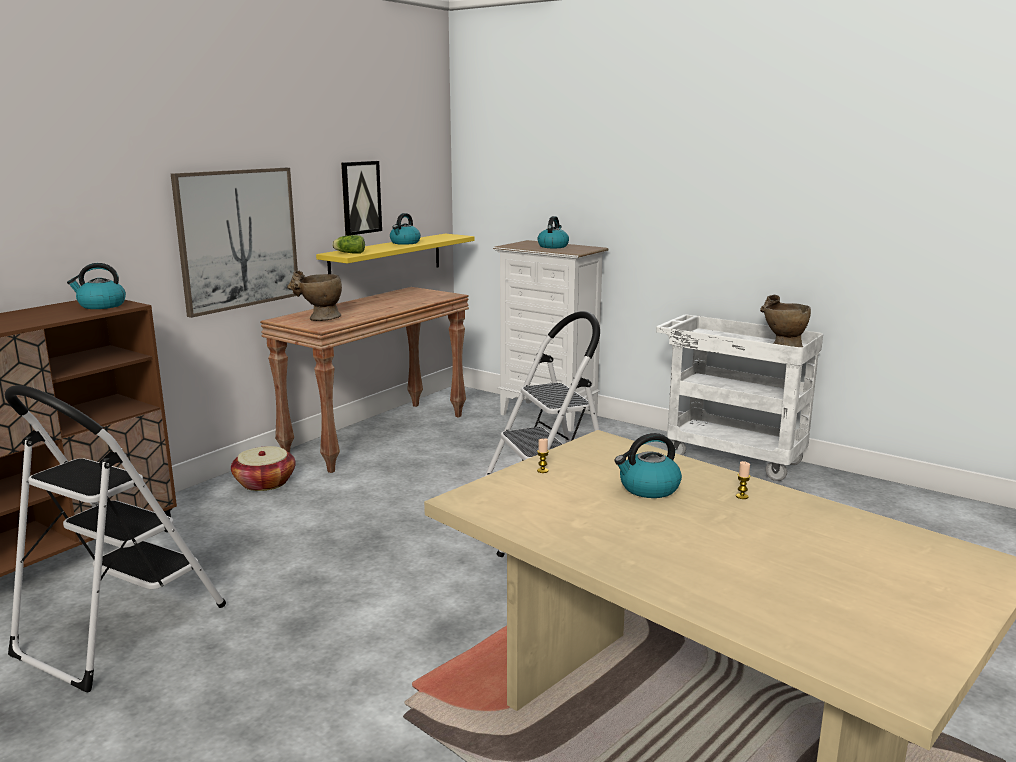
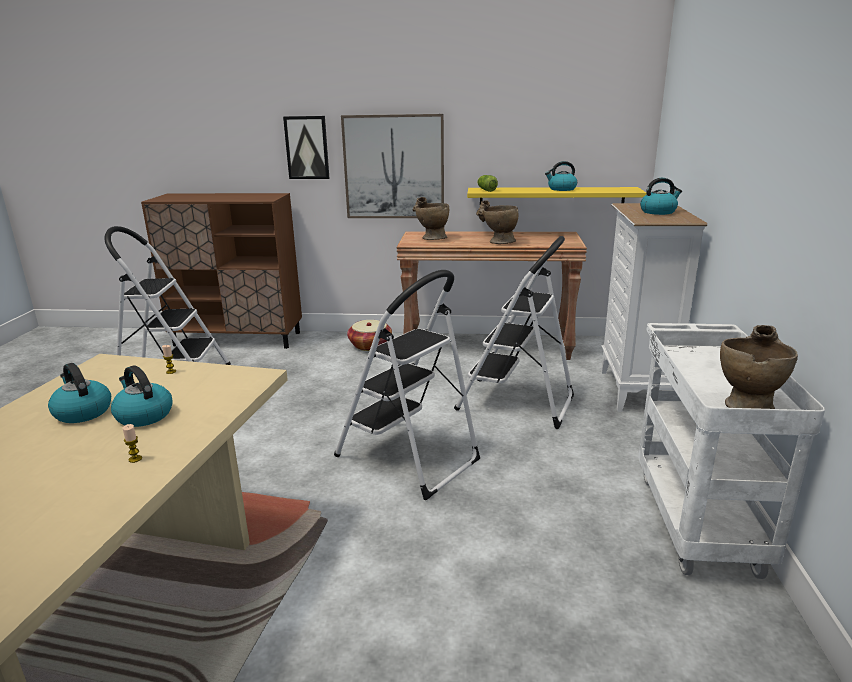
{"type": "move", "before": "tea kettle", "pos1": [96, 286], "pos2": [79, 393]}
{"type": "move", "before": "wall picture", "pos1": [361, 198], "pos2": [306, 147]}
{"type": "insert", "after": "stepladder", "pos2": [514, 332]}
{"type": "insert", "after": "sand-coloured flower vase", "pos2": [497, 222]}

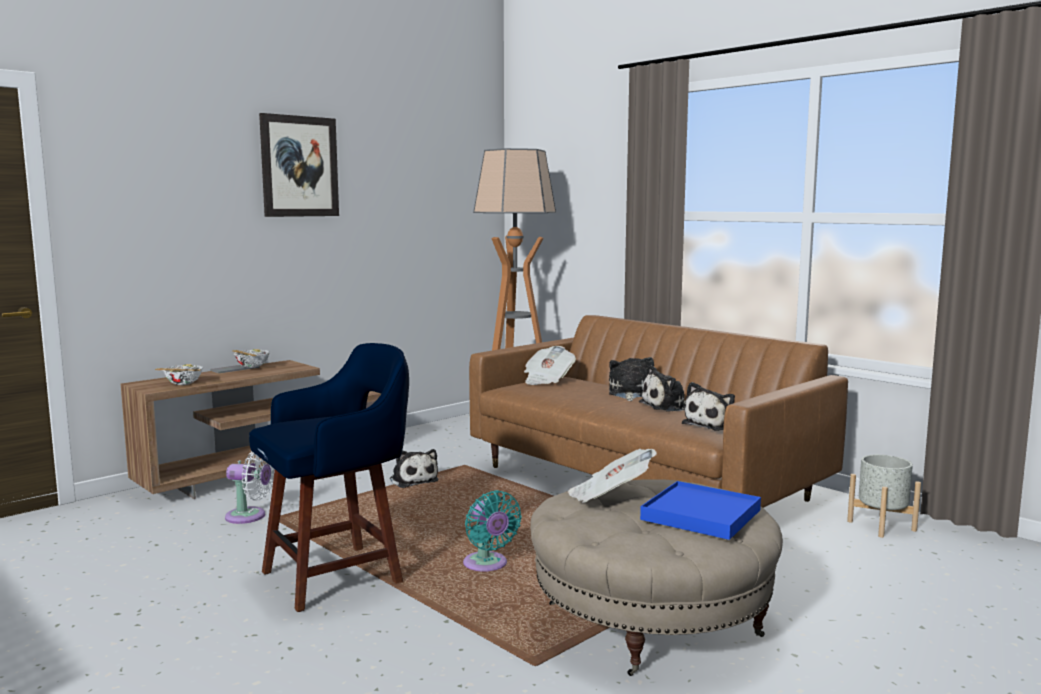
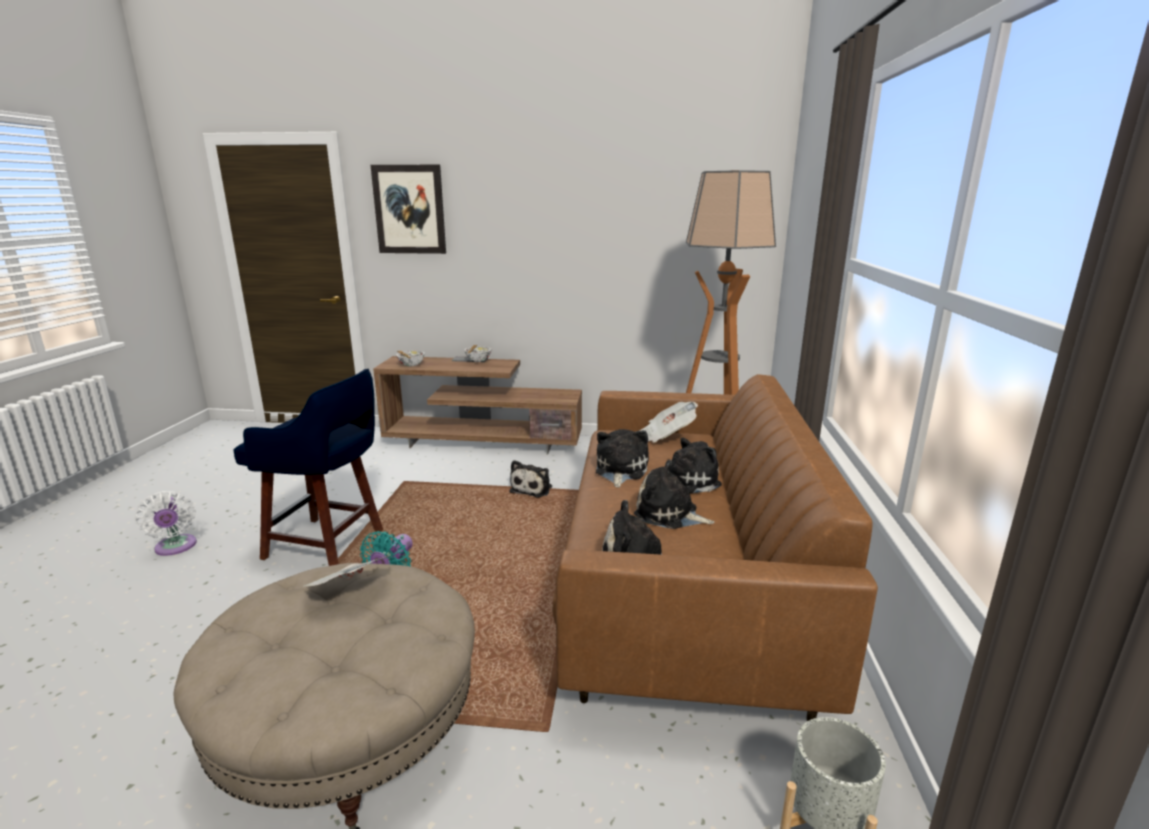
{"type": "move", "before": "white fan", "pos1": [250, 488], "pos2": [166, 523]}
{"type": "move", "before": "wall picture", "pos1": [299, 165], "pos2": [408, 209]}
{"type": "delete", "before": "blue-coloured carrying tray", "pos1": [700, 510]}
{"type": "insert", "after": "cuddly toy", "pos2": [622, 458]}

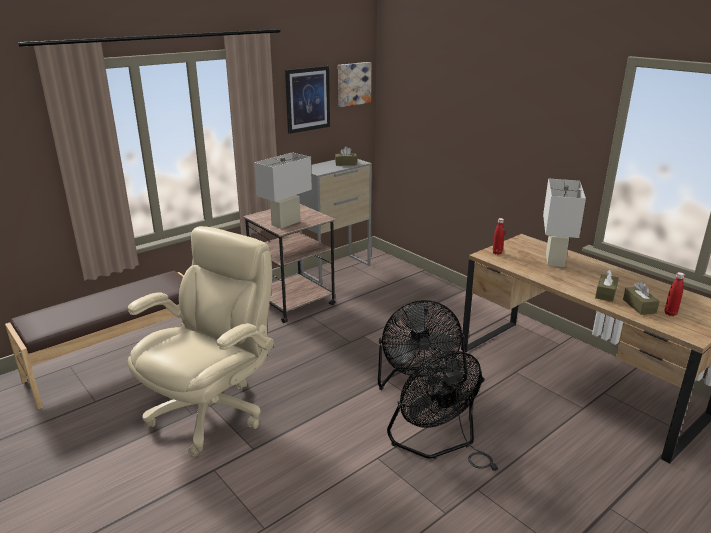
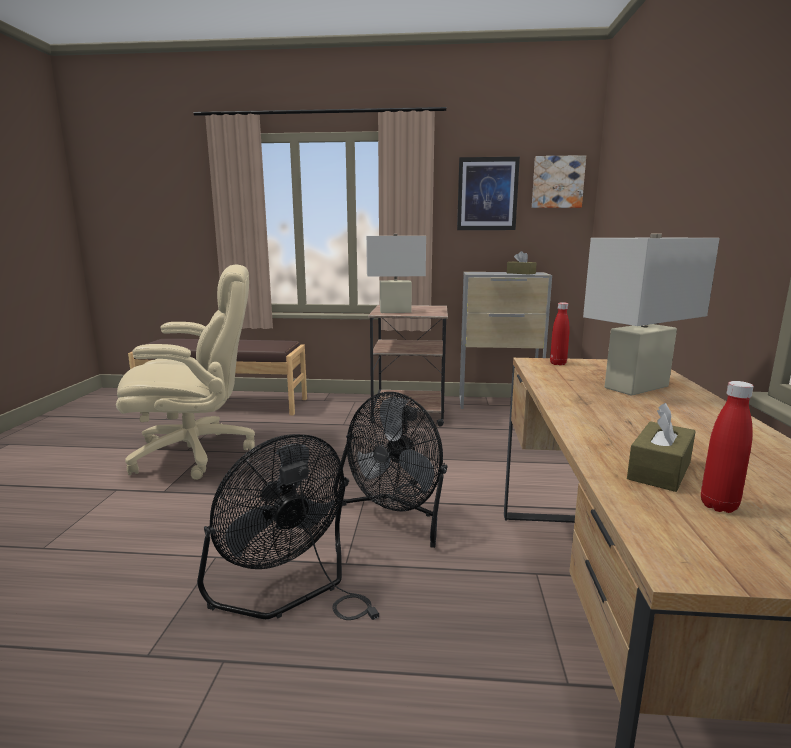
{"type": "rotate", "before": "black fan", "pos1": [442, 411], "pos2": [288, 527], "turn": -60}
{"type": "delete", "before": "brownish tissue holder", "pos1": [607, 285]}

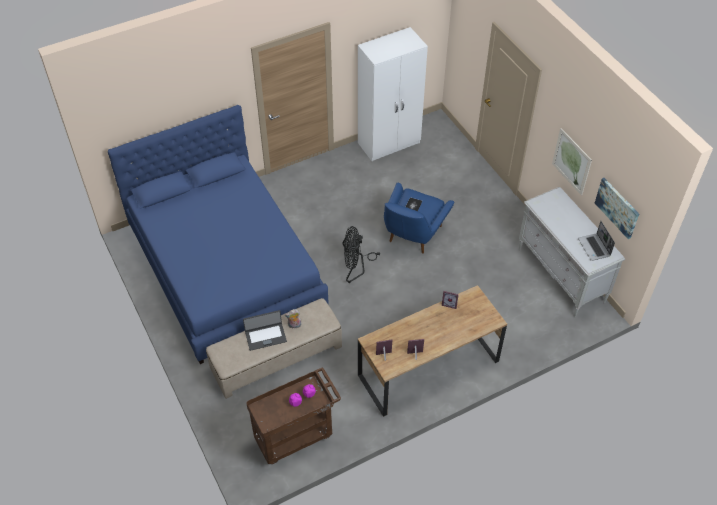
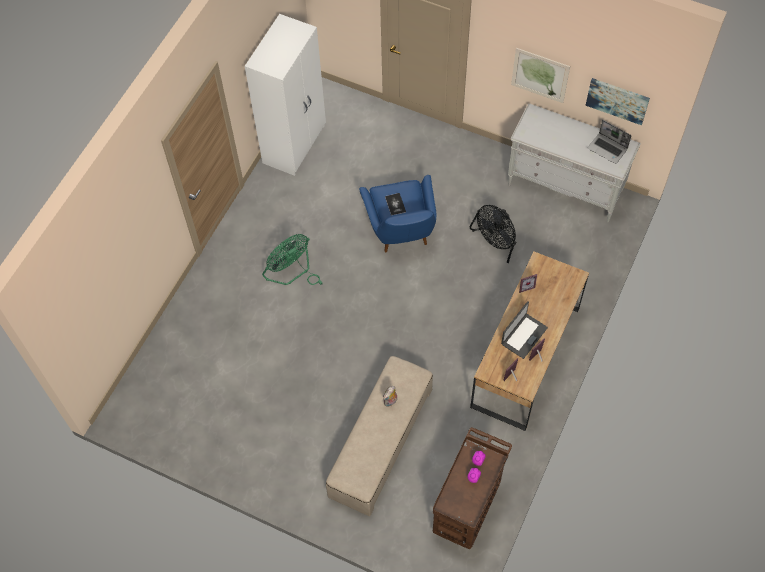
{"type": "delete", "before": "blue-coloured bedroom bed", "pos1": [218, 234]}
{"type": "move", "before": "portable computer", "pos1": [265, 330], "pos2": [524, 330]}
{"type": "move", "before": "black fan", "pos1": [361, 254], "pos2": [493, 234]}
{"type": "insert", "after": "green-coloured fan", "pos2": [292, 259]}

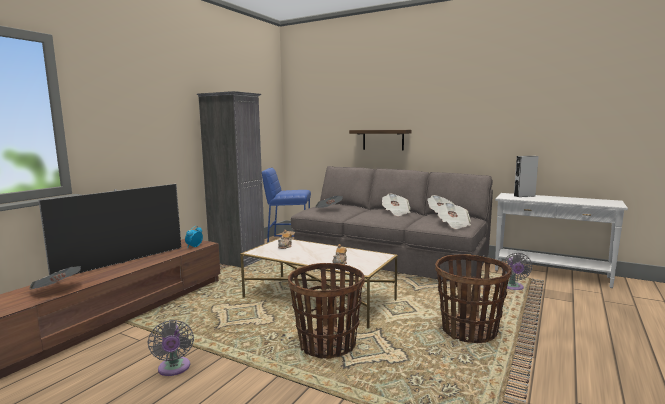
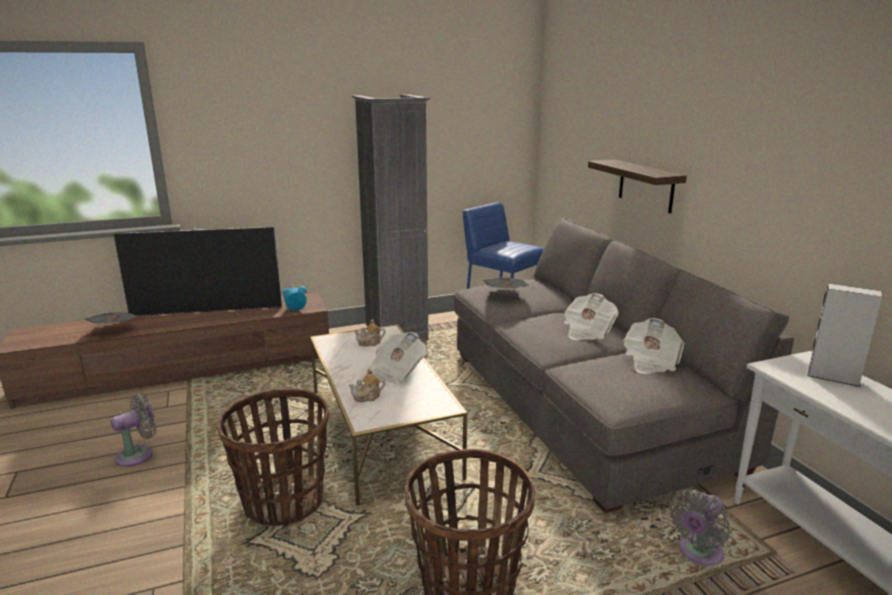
{"type": "rotate", "before": "greyish fan", "pos1": [171, 348], "pos2": [134, 430], "turn": -150}
{"type": "move", "before": "newspaper", "pos1": [454, 216], "pos2": [399, 357]}

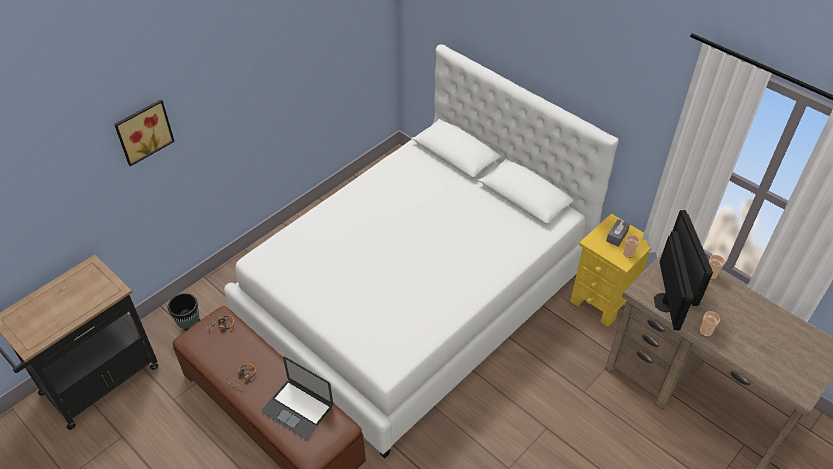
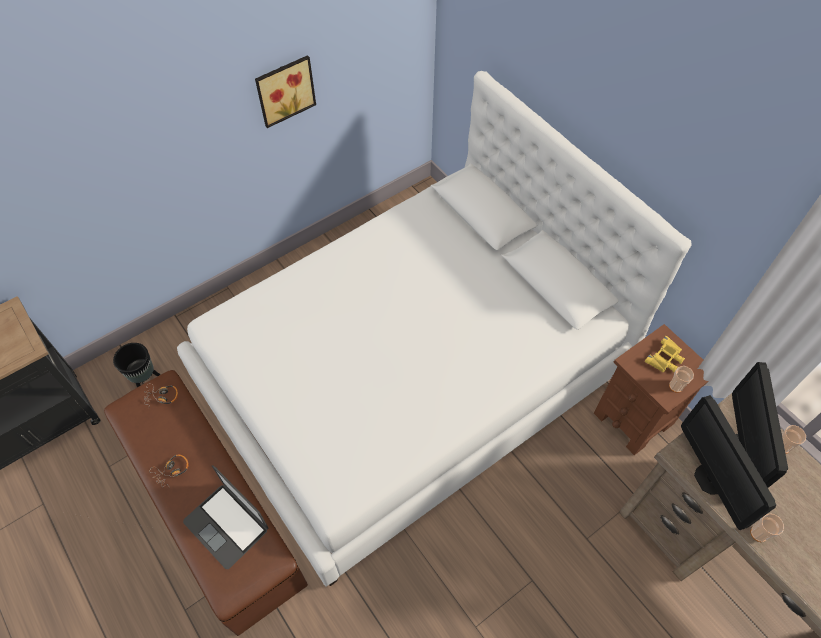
{"type": "move", "before": "wall picture", "pos1": [144, 132], "pos2": [285, 91]}
{"type": "recolor", "before": "yellow-coloured night table", "after": "brownish night table", "pos1": [611, 270], "pos2": [651, 389]}
{"type": "replace", "before": "greyish tissue holder", "after": "yellow-coloured field glasses", "pos1": [618, 233], "pos2": [665, 354]}
{"type": "rotate", "before": "computer screen", "pos1": [673, 280], "pos2": [728, 462], "turn": 150}

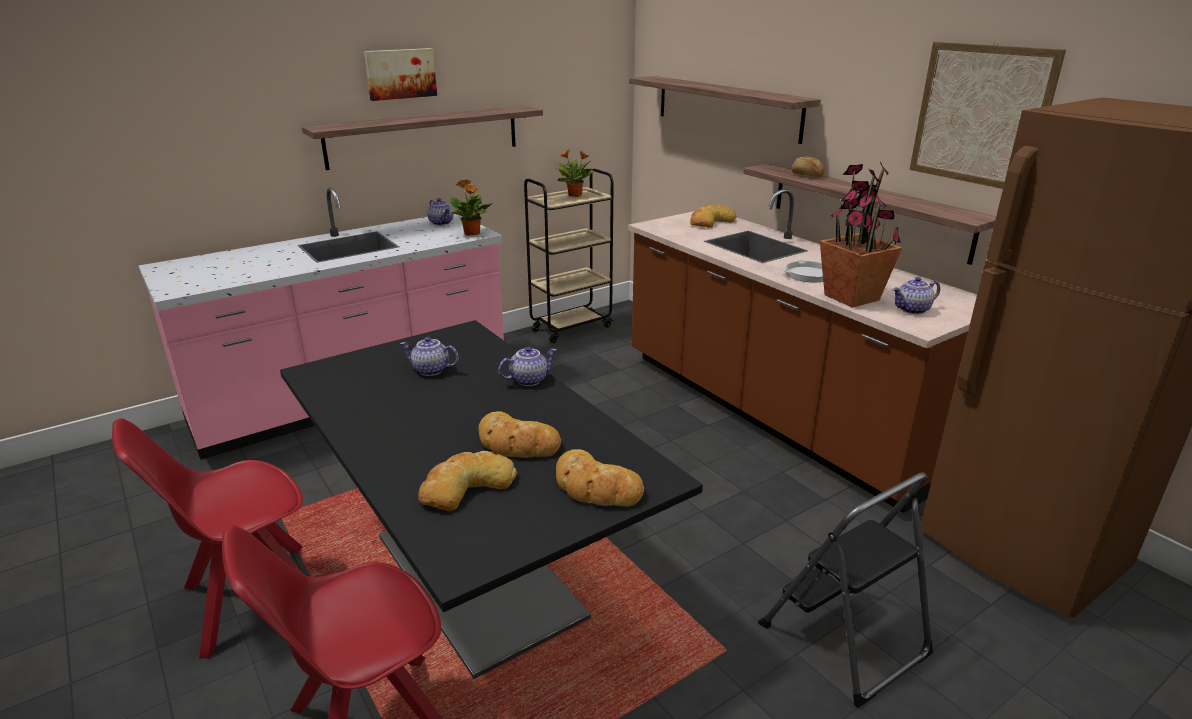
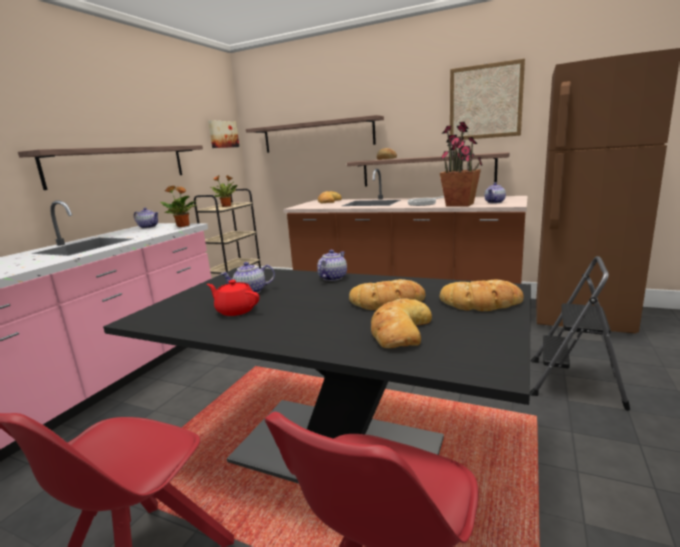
{"type": "move", "before": "wall picture", "pos1": [400, 74], "pos2": [223, 134]}
{"type": "insert", "after": "red teapot", "pos2": [233, 298]}

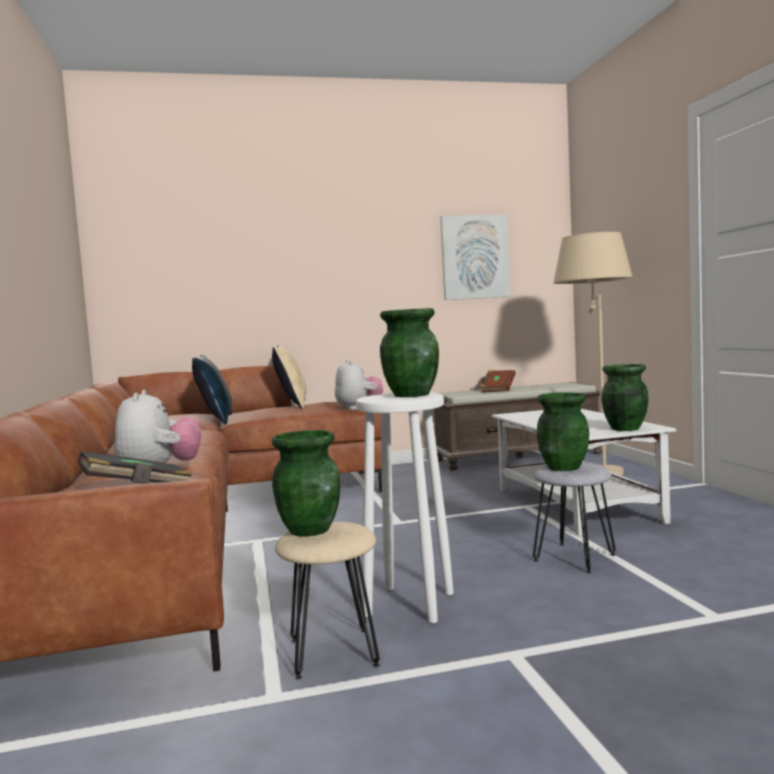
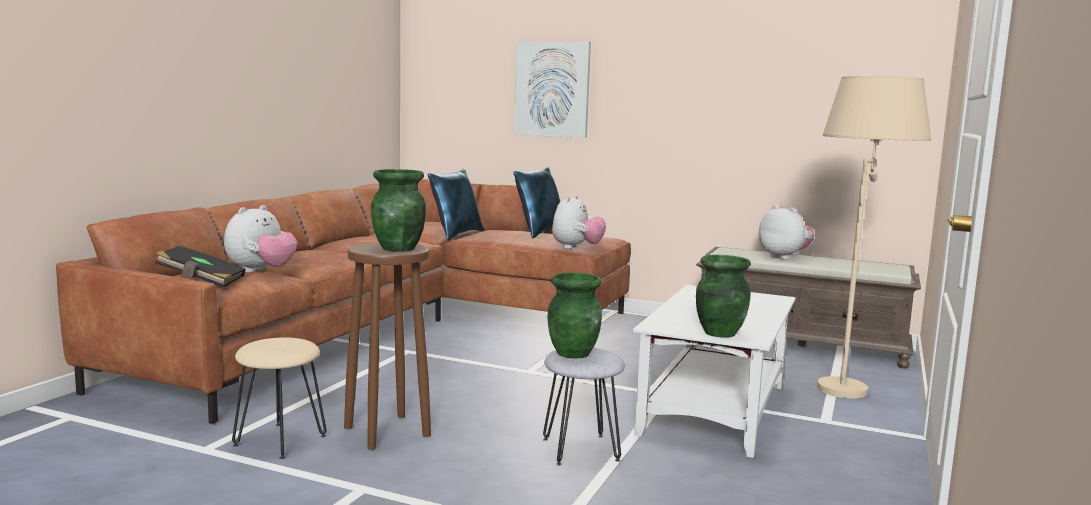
{"type": "recolor", "before": "sand-coloured cushion", "after": "blue-coloured cushion", "pos1": [289, 377], "pos2": [537, 202]}
{"type": "delete", "before": "green-coloured flower vase", "pos1": [306, 483]}
{"type": "recolor", "before": "white stool", "after": "brownish stool", "pos1": [405, 507], "pos2": [387, 346]}
{"type": "move", "before": "wall picture", "pos1": [475, 257], "pos2": [552, 89]}
{"type": "replace", "before": "brownish volume", "after": "cuddly toy", "pos1": [498, 381], "pos2": [787, 232]}

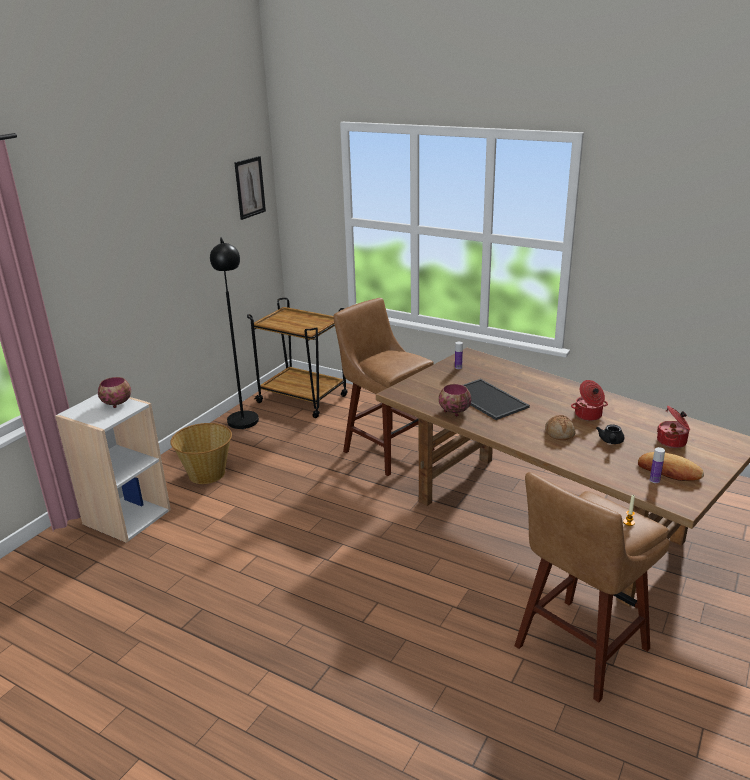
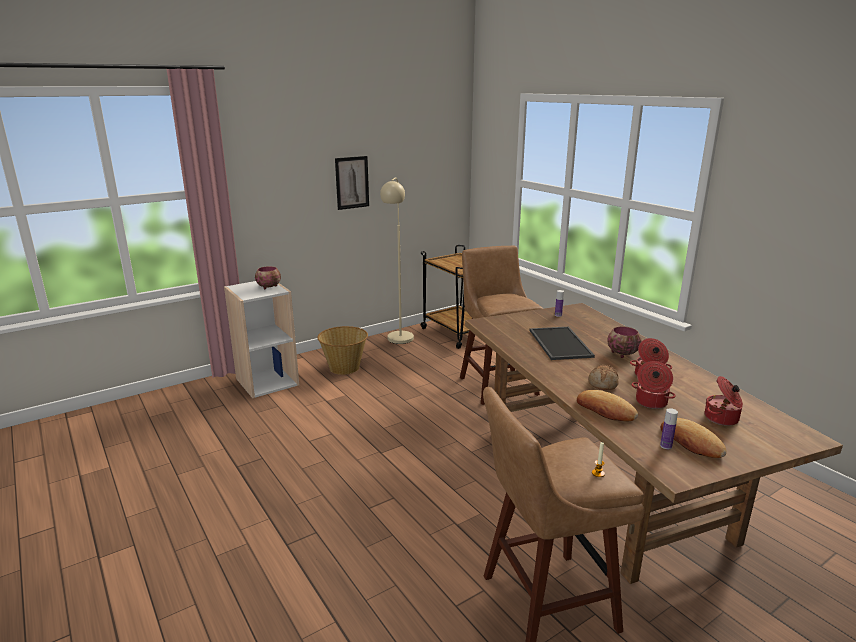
{"type": "recolor", "before": "black standard lamp", "after": "sand-coloured standard lamp", "pos1": [234, 333], "pos2": [397, 260]}
{"type": "move", "before": "wall picture", "pos1": [250, 188], "pos2": [352, 183]}
{"type": "move", "before": "bowl", "pos1": [455, 400], "pos2": [624, 342]}
{"type": "replace", "before": "black teapot", "after": "saucepot", "pos1": [610, 434], "pos2": [653, 385]}
{"type": "insert", "after": "baked bread", "pos2": [607, 406]}

